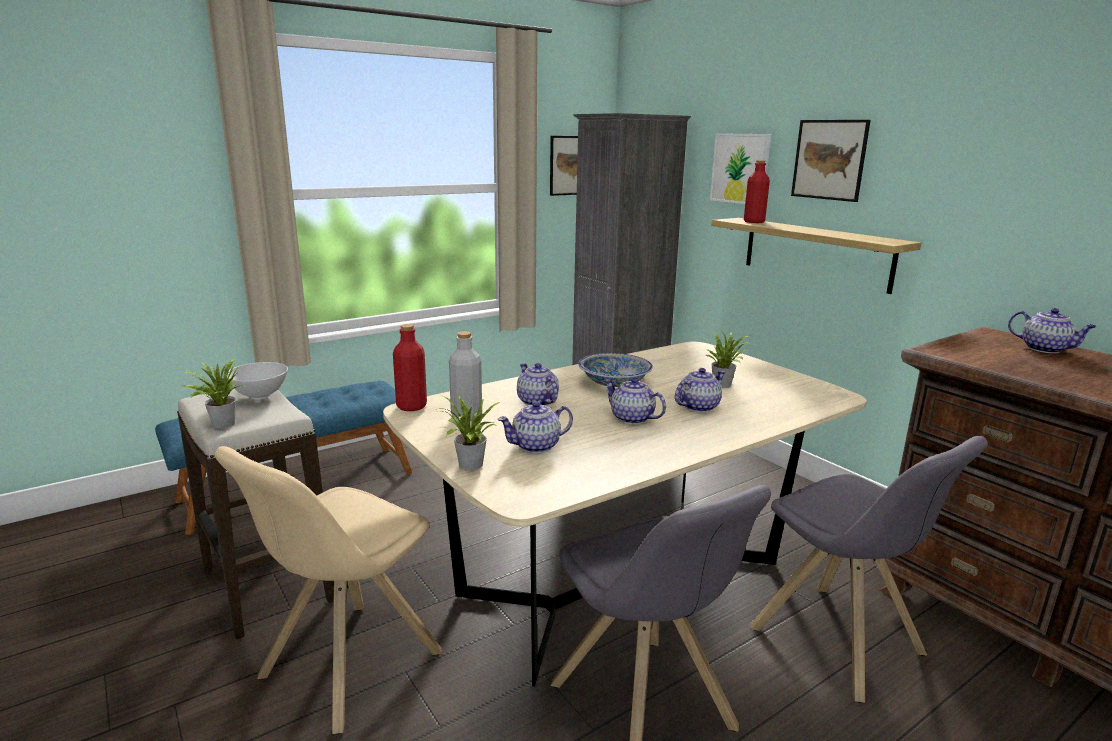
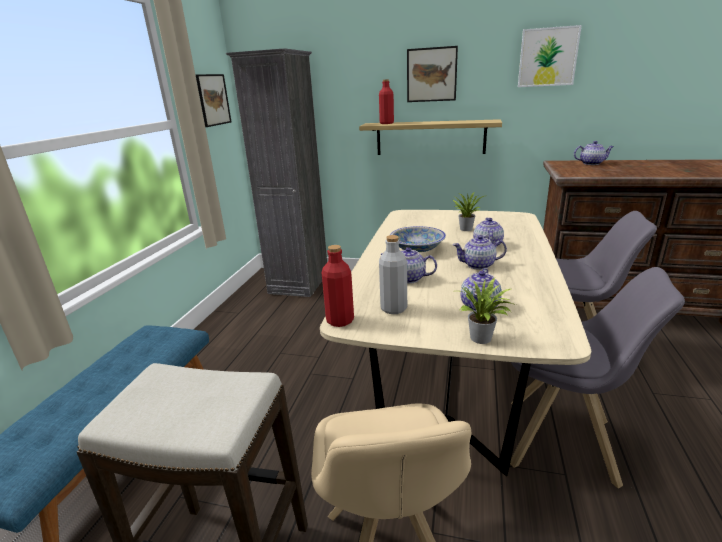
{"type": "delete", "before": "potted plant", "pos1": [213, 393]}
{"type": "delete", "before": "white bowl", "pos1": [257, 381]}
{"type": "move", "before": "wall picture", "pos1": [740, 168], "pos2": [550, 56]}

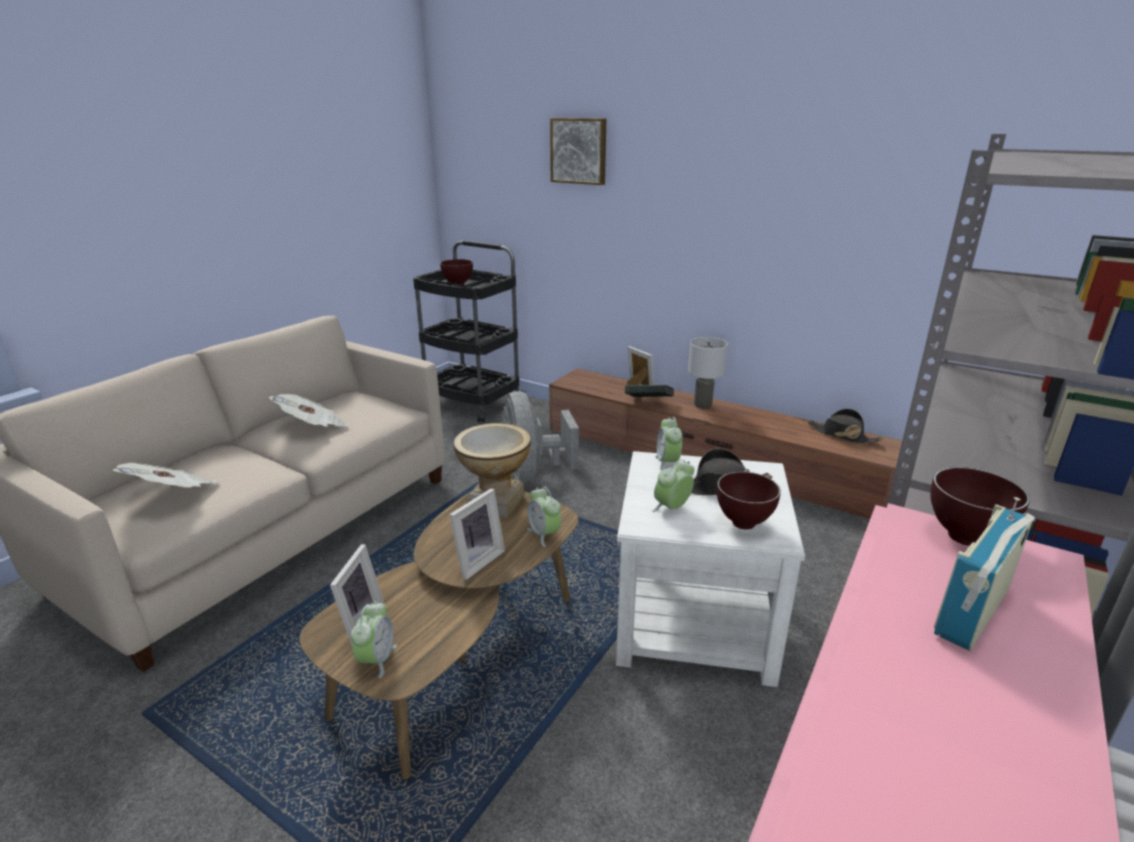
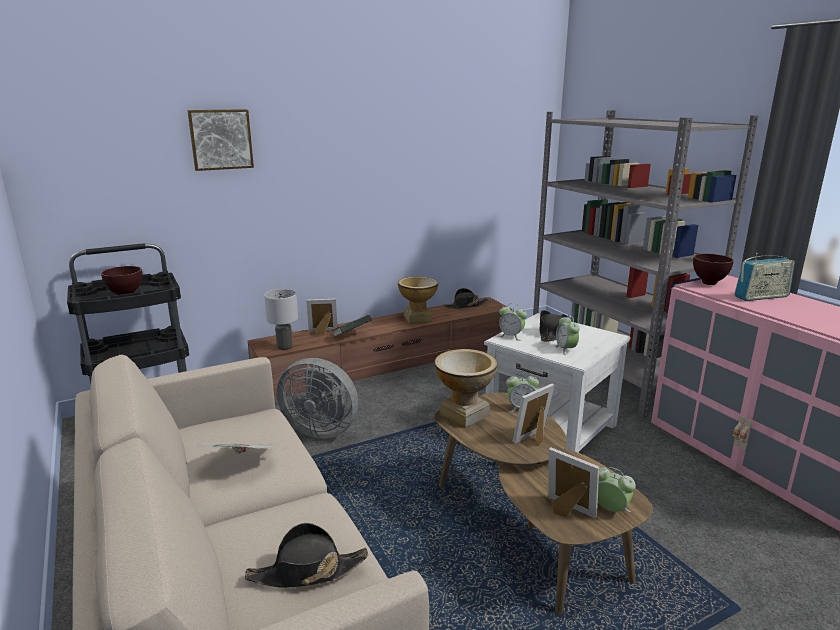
{"type": "replace", "before": "newspaper", "after": "black clothing hat", "pos1": [165, 475], "pos2": [306, 555]}
{"type": "rotate", "before": "standing frame", "pos1": [477, 534], "pos2": [533, 415], "turn": -105}
{"type": "move", "before": "white table lamp", "pos1": [708, 372], "pos2": [281, 319]}
{"type": "delete", "before": "brownish bowl", "pos1": [749, 500]}
{"type": "rotate", "before": "radio receiver", "pos1": [984, 574], "pos2": [764, 277], "turn": -90}
{"type": "insert", "after": "flower vase", "pos2": [418, 300]}

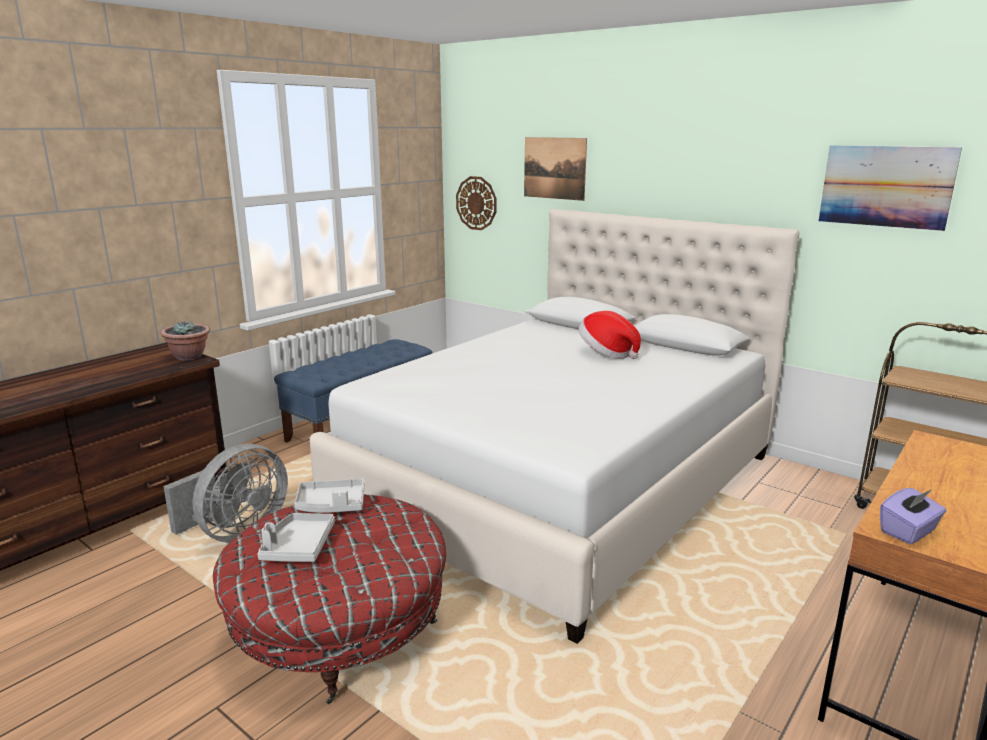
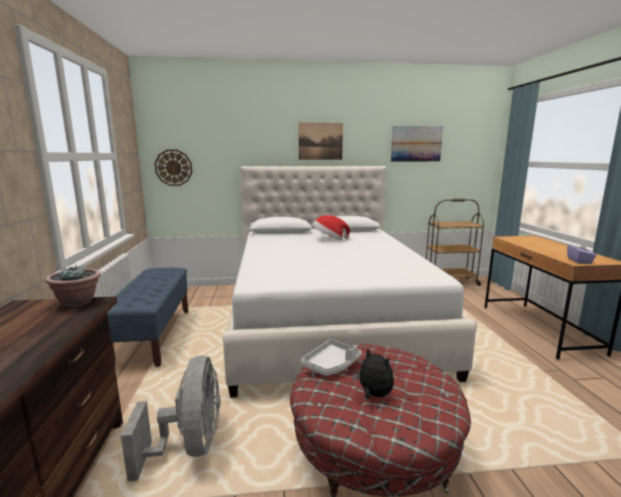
{"type": "replace", "before": "greyish carrying tray", "after": "cuddly toy", "pos1": [296, 537], "pos2": [373, 373]}
{"type": "move", "before": "wall picture", "pos1": [555, 169], "pos2": [320, 141]}

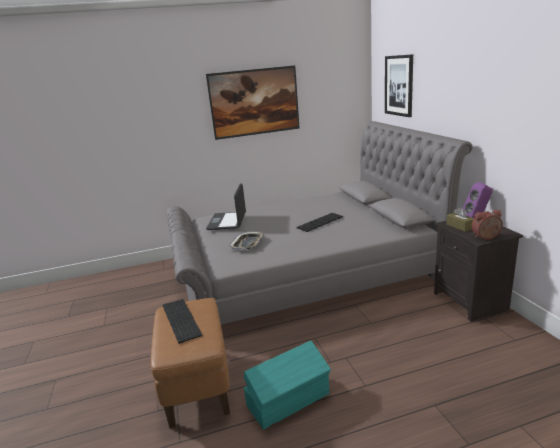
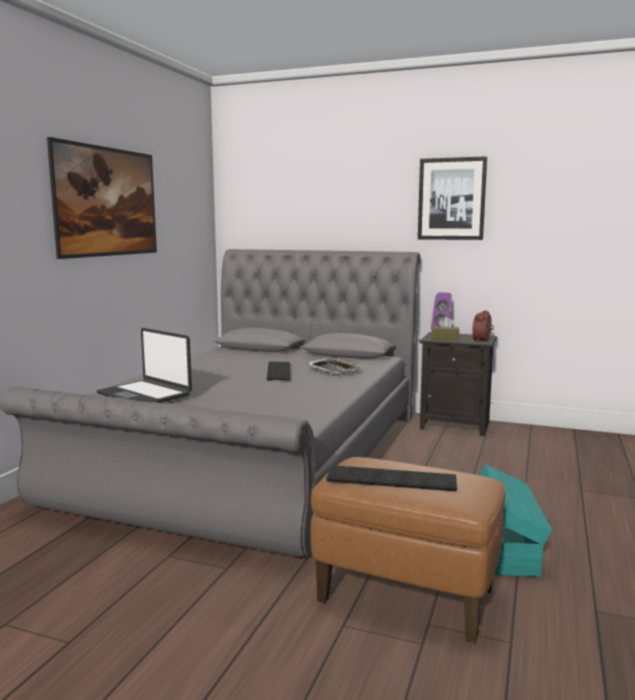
{"type": "move", "before": "carrying tray", "pos1": [246, 240], "pos2": [333, 366]}
{"type": "move", "before": "wall picture", "pos1": [399, 85], "pos2": [452, 198]}

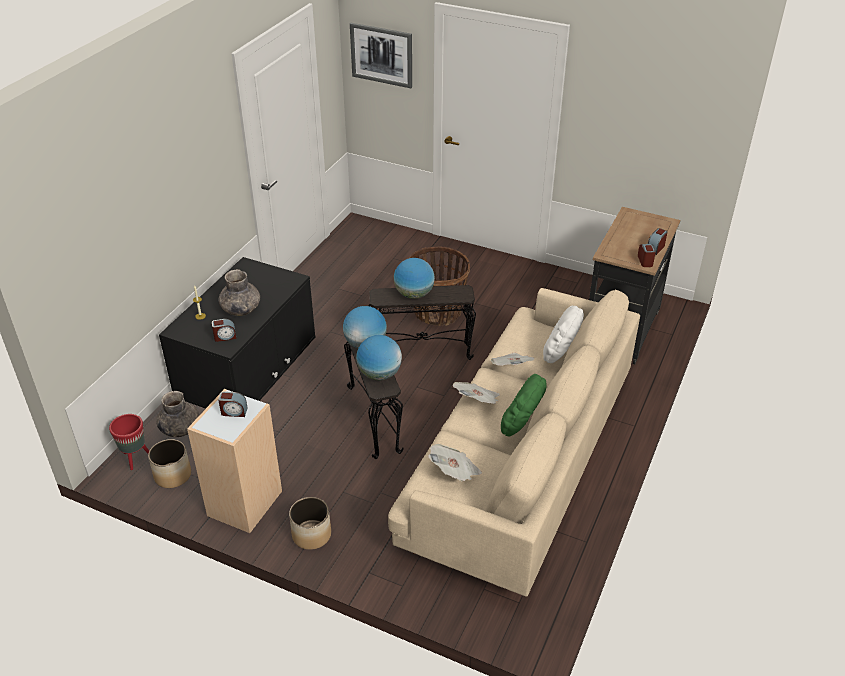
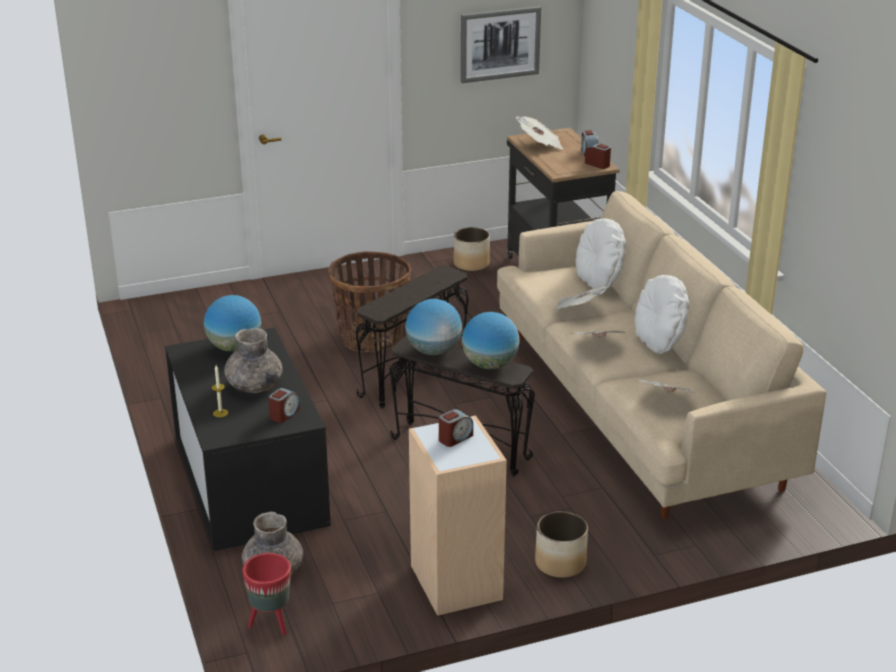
{"type": "move", "before": "plant pot", "pos1": [169, 463], "pos2": [472, 249]}
{"type": "move", "before": "wall picture", "pos1": [381, 55], "pos2": [501, 44]}
{"type": "move", "before": "desk globe", "pos1": [414, 278], "pos2": [232, 323]}
{"type": "recolor", "before": "green-coloured cushion", "after": "white cushion", "pos1": [524, 405], "pos2": [662, 314]}
{"type": "insert", "after": "newspaper", "pos2": [539, 132]}

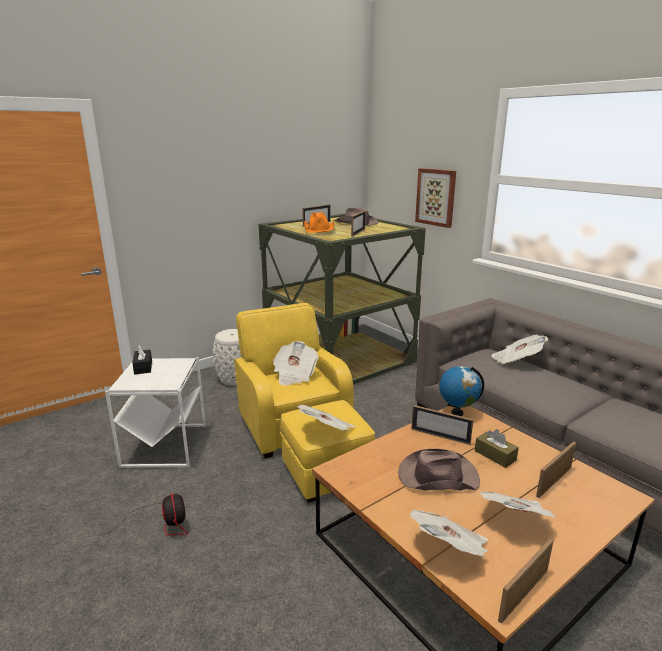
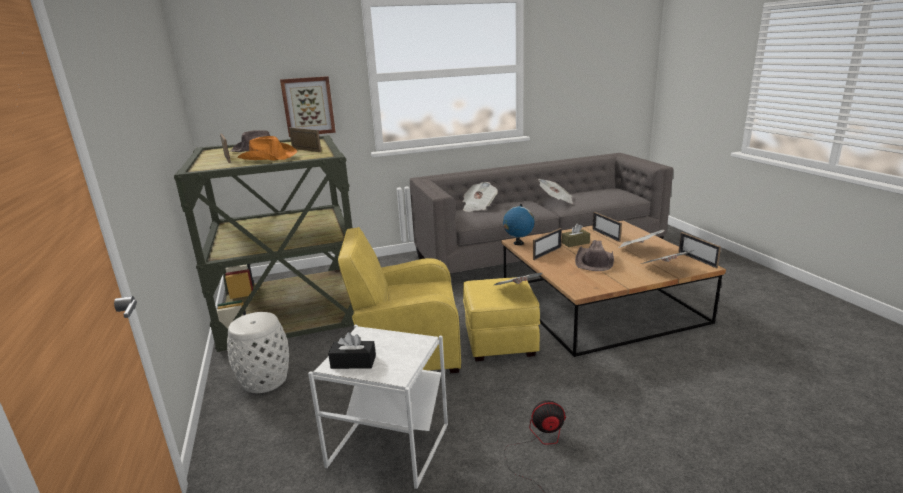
{"type": "move", "before": "newspaper", "pos1": [296, 363], "pos2": [555, 191]}

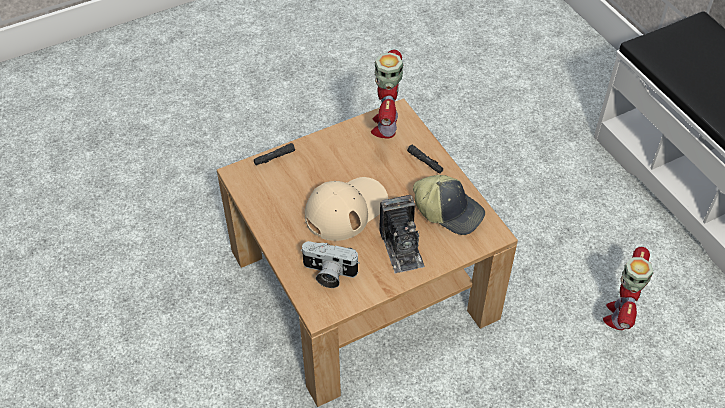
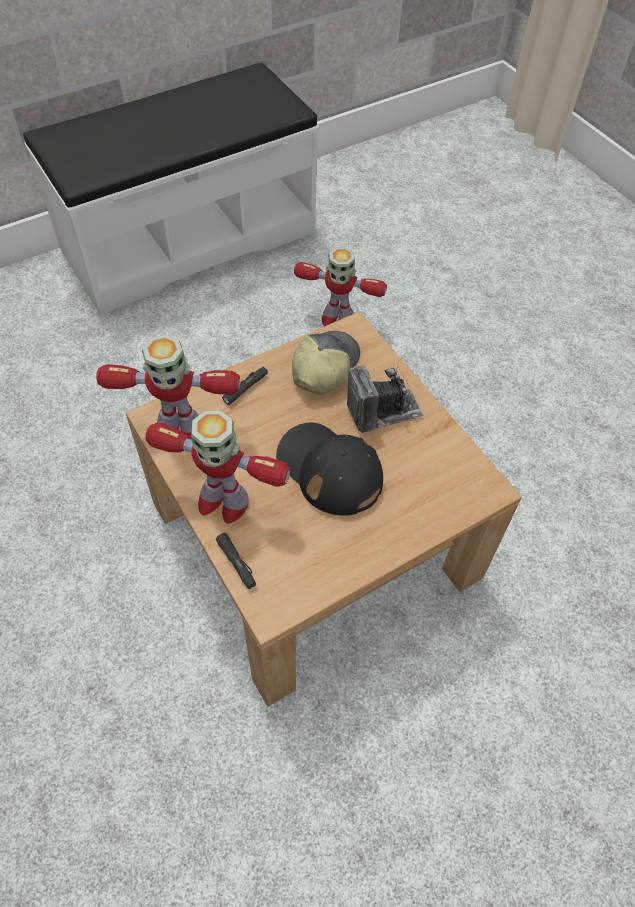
{"type": "delete", "before": "still camera", "pos1": [330, 264]}
{"type": "recolor", "before": "sand-coloured cap", "after": "black cap", "pos1": [346, 209], "pos2": [329, 469]}
{"type": "insert", "after": "toy robot", "pos2": [217, 467]}

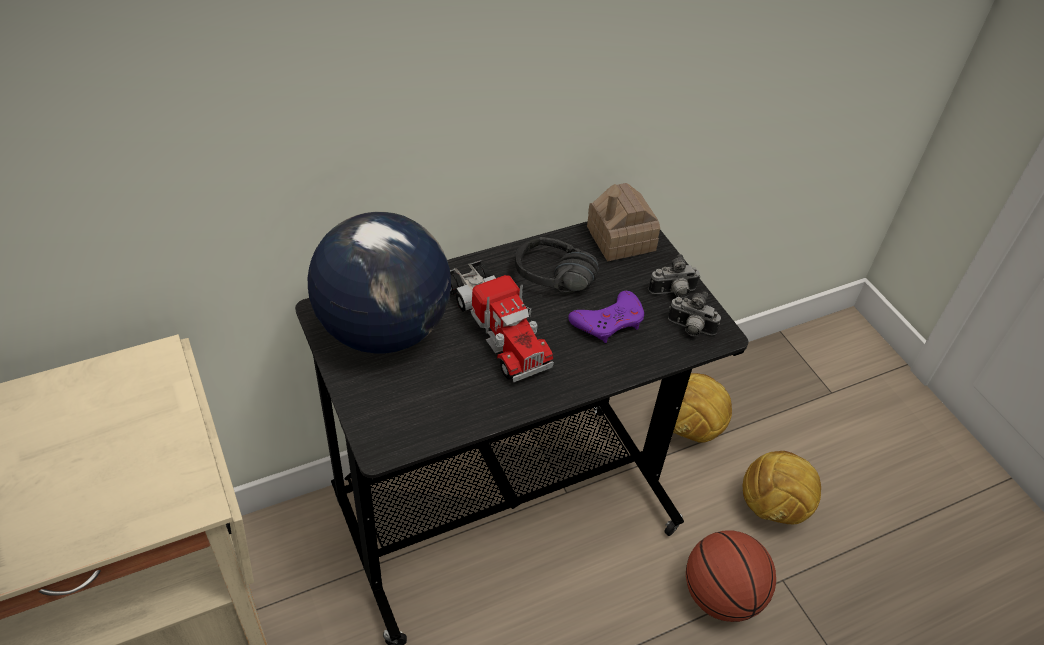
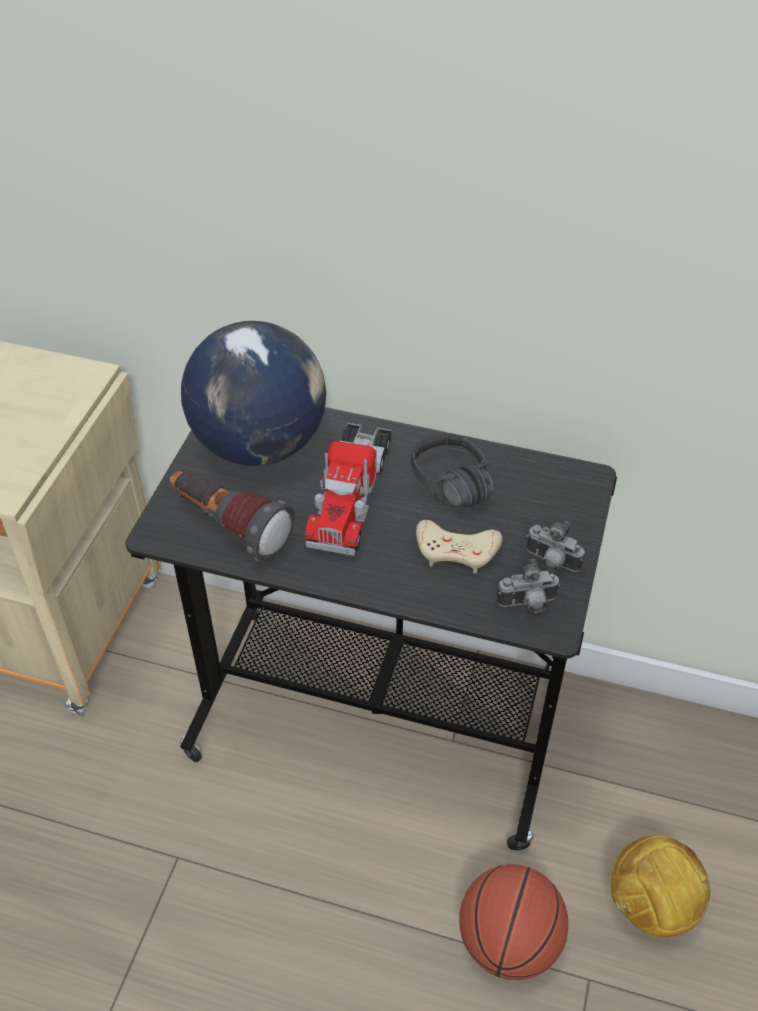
{"type": "recolor", "before": "purple-coloured gamepad", "after": "sand-coloured gamepad", "pos1": [606, 317], "pos2": [459, 546]}
{"type": "delete", "before": "miniature house", "pos1": [623, 222]}
{"type": "rotate", "before": "still camera", "pos1": [694, 314], "pos2": [528, 586], "turn": -75}
{"type": "delete", "before": "ball for football", "pos1": [702, 408]}
{"type": "insert", "after": "flashlight", "pos2": [232, 516]}

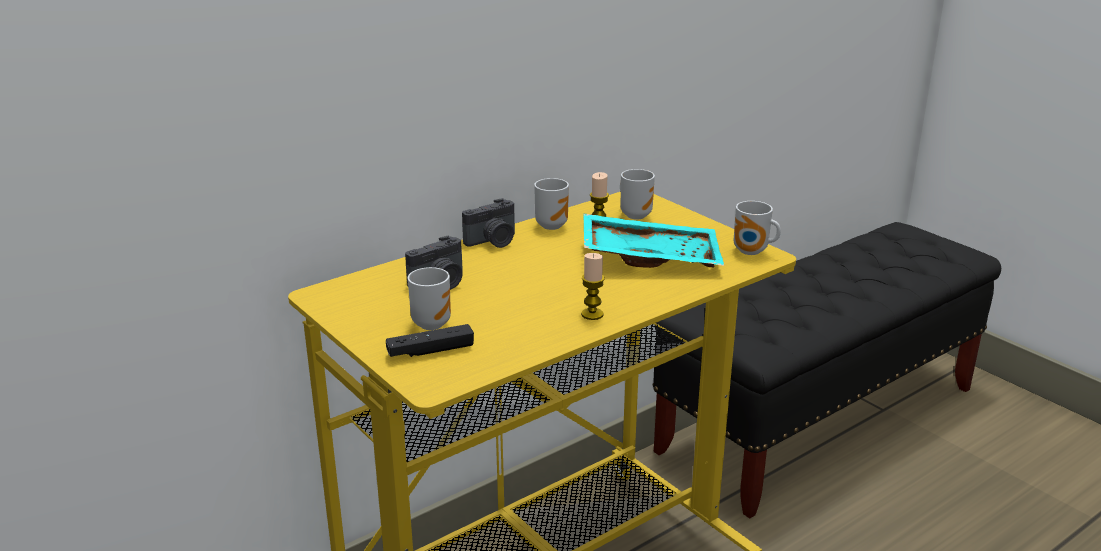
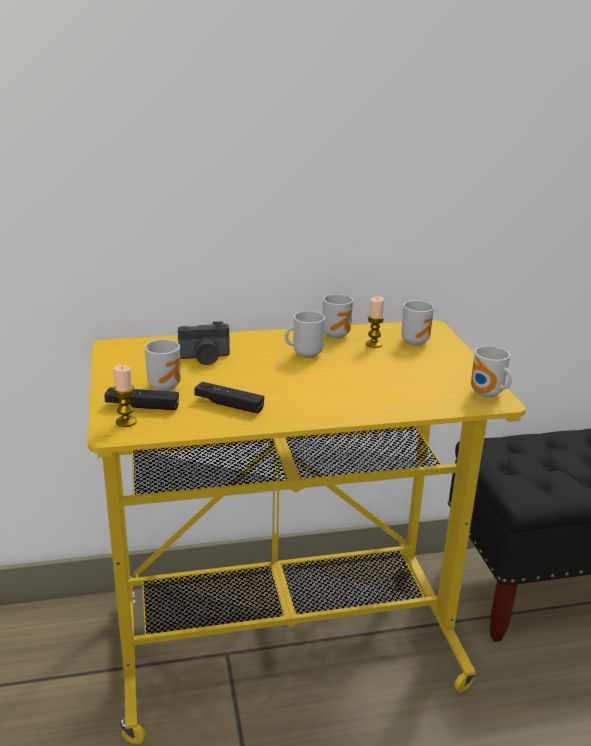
{"type": "delete", "before": "still camera", "pos1": [488, 223]}
{"type": "move", "before": "candle", "pos1": [593, 286], "pos2": [125, 396]}
{"type": "delete", "before": "turquoise-coloured carrying tray", "pos1": [654, 241]}
{"type": "insert", "after": "black gamepad", "pos2": [229, 397]}
{"type": "insert", "after": "coffee mug", "pos2": [305, 334]}

